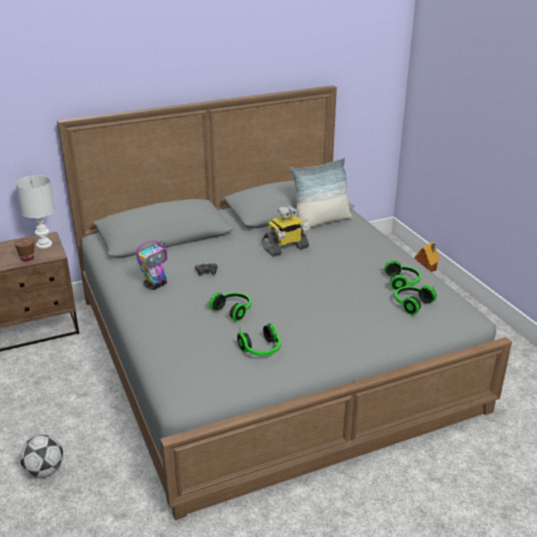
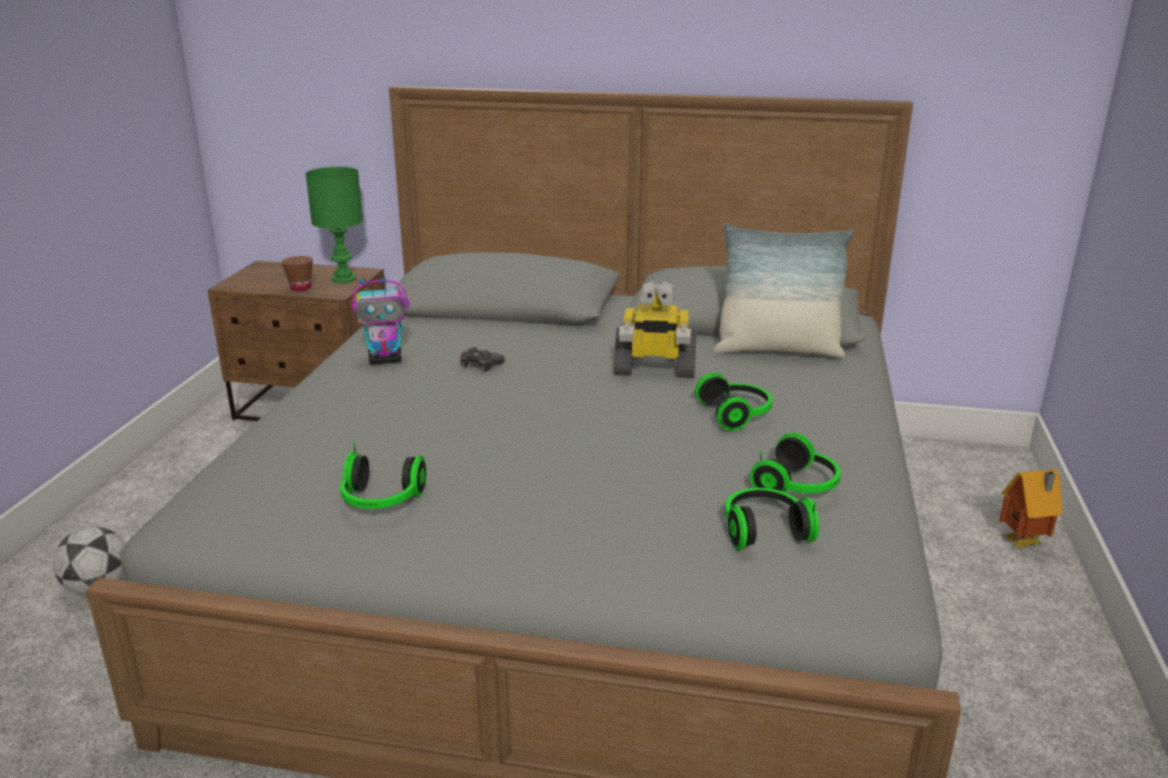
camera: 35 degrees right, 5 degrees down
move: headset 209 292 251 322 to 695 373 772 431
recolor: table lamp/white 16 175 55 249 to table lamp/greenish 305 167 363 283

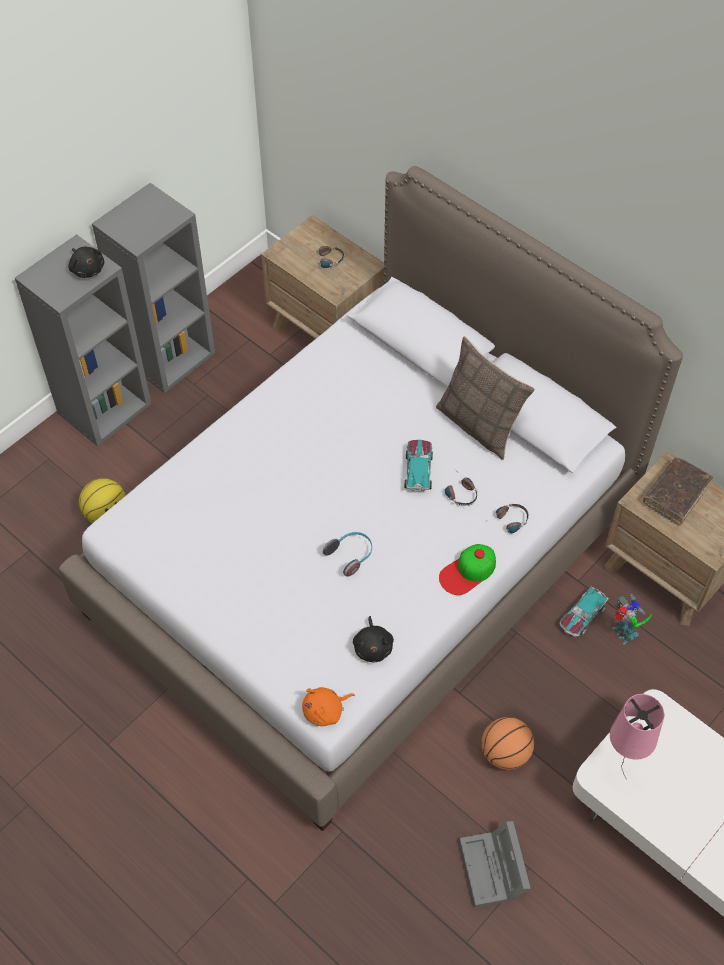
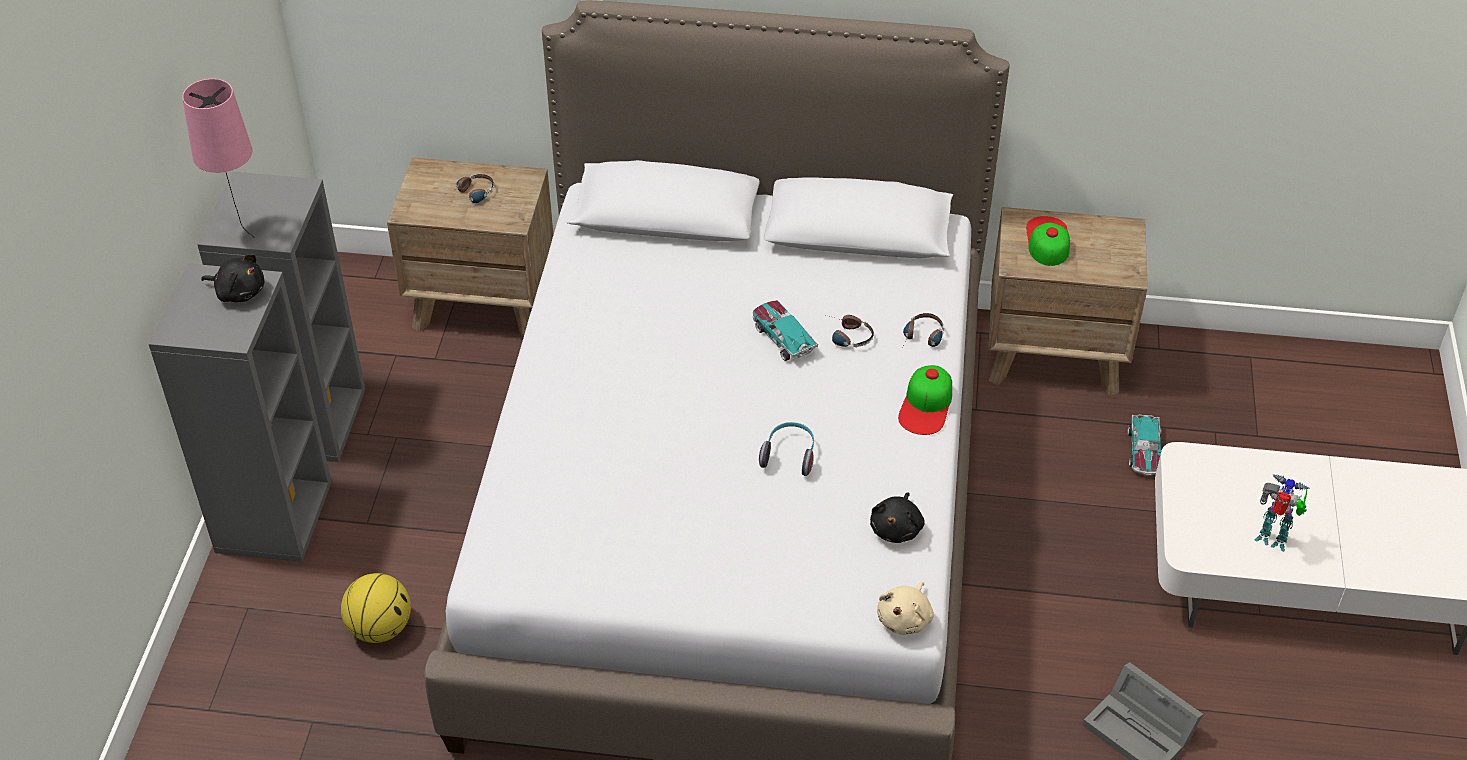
camera: 35 degrees left, 10 degrees down
delete: pillow 436 336 535 460; basketball 481 717 534 770
move: miniature car 559 586 609 636 to 1128 415 1162 476; table lamp/pinkish 610 694 664 778 to 182 79 255 238; toy robot 613 594 652 645 to 1254 474 1310 552
replace: bound book/brown-coloured 643 457 713 525 to cap 1026 216 1070 266
recolor: plush toy/orange-coloured 302 687 355 726 to plush toy/beige-coloured 877 582 934 635
rotate: plush toy/blackish 353 616 394 663 = 870 492 925 543 60 degrees clockwise

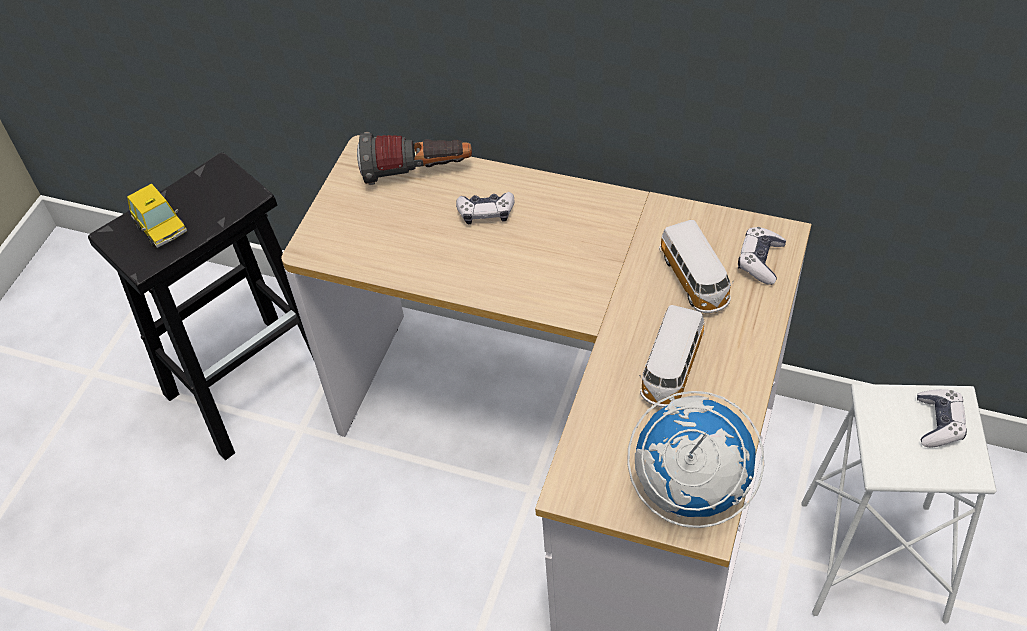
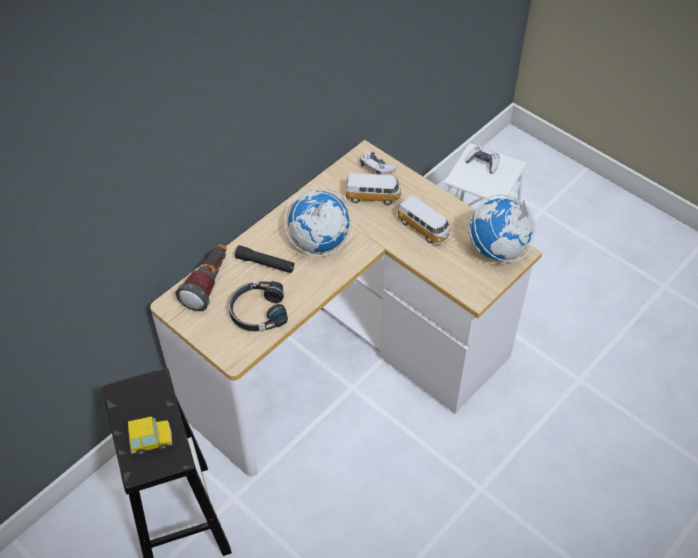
camera: 70 degrees left, 0 degrees up
insert: headset/blackish 229 281 288 331; globe 284 187 354 256
replace: game controller 456 192 515 224 to flashlight/blackish 235 245 294 273

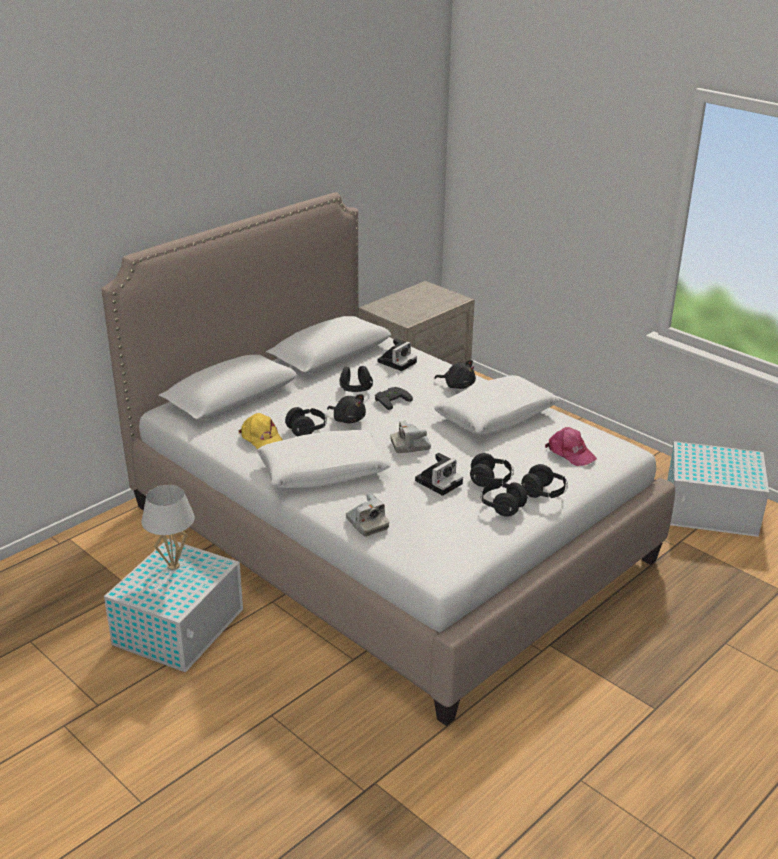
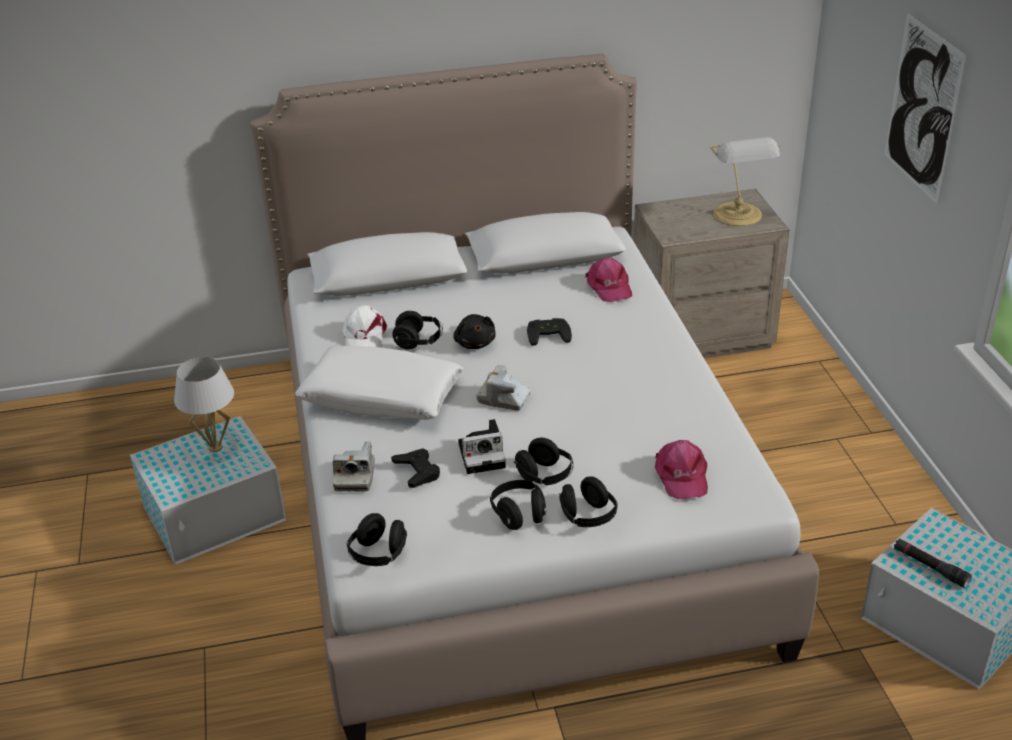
camera: 35 degrees right, 5 degrees up
delete: pillow/white 434 375 559 435; plush toy/blackish 435 360 476 389
insert: game controller/blackish 391 448 440 488; table lamp 710 137 780 226; wall art 884 13 966 204; flashlight/blackish 894 538 972 588
move: headset/blackish 340 366 373 392 to 347 513 407 566
replace: still camera 378 338 417 371 to cap/pinkish 585 257 632 302
recolor: cap/yellowish 238 413 283 449 to cap/white 343 306 387 347

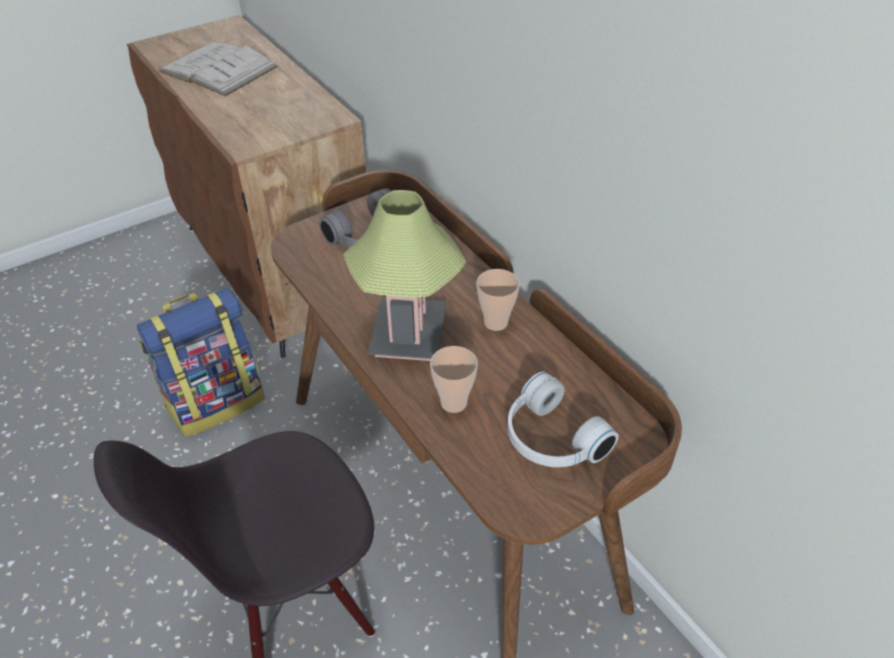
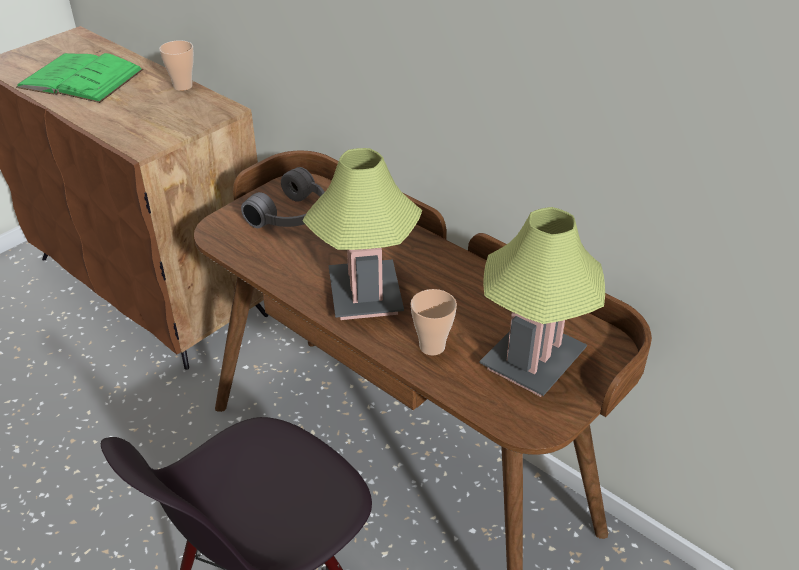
camera: 15 degrees left, 5 degrees down
delete: rucksack 137 288 265 437
move: small cup 476 269 520 331 to 159 40 194 91
replace: headset/white 507 371 619 467 to table lamp 479 207 605 397
recolor: bound book/white 159 42 278 96 to bound book/greenish 16 53 144 103

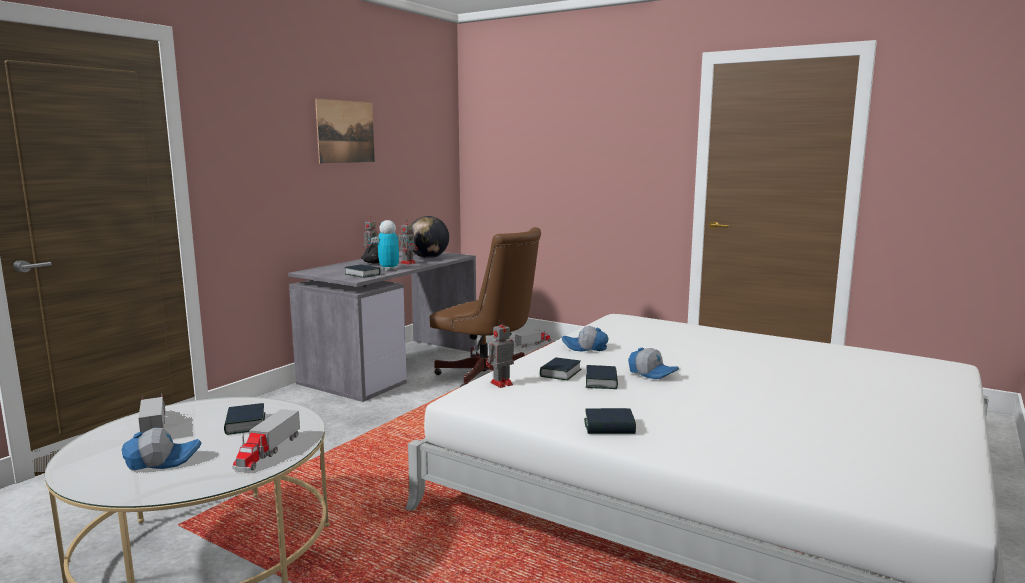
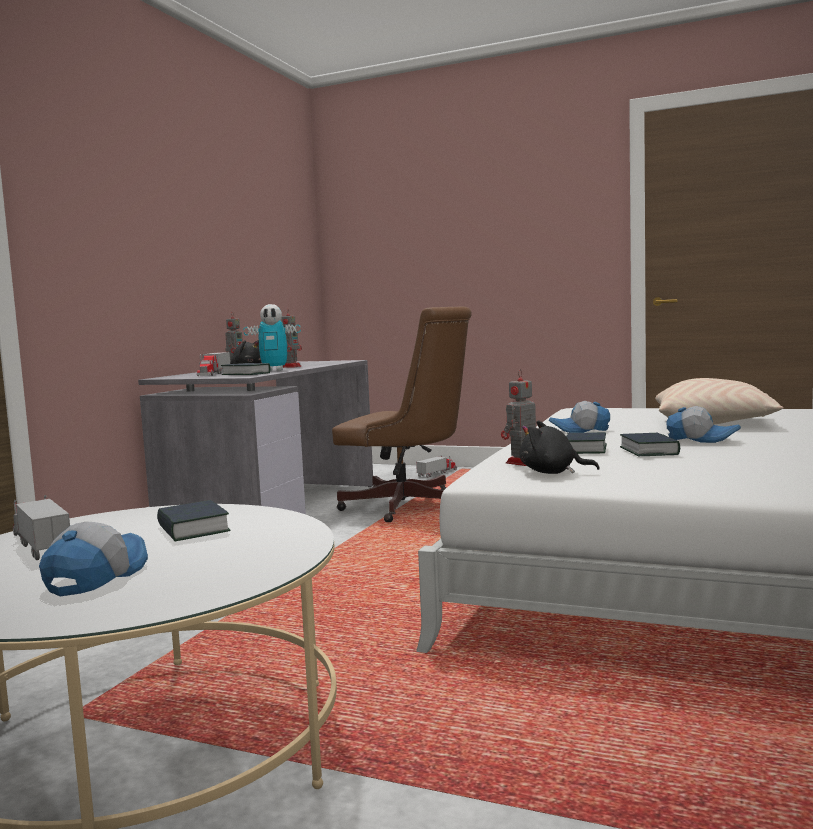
camera: 10 degrees left, 5 degrees down
delete: wall art 315 99 375 164; globe 410 216 449 258; bound book 584 408 636 434
insert: plush toy/blackish 520 421 600 474; pillow/beige-coloured 655 378 784 425
move: model truck 232 409 300 472 to 197 352 230 376
rotate: cap 122 428 202 470 = 39 522 148 596 45 degrees counterclockwise; toy robot 368 220 408 271 = 243 304 301 371 135 degrees counterclockwise

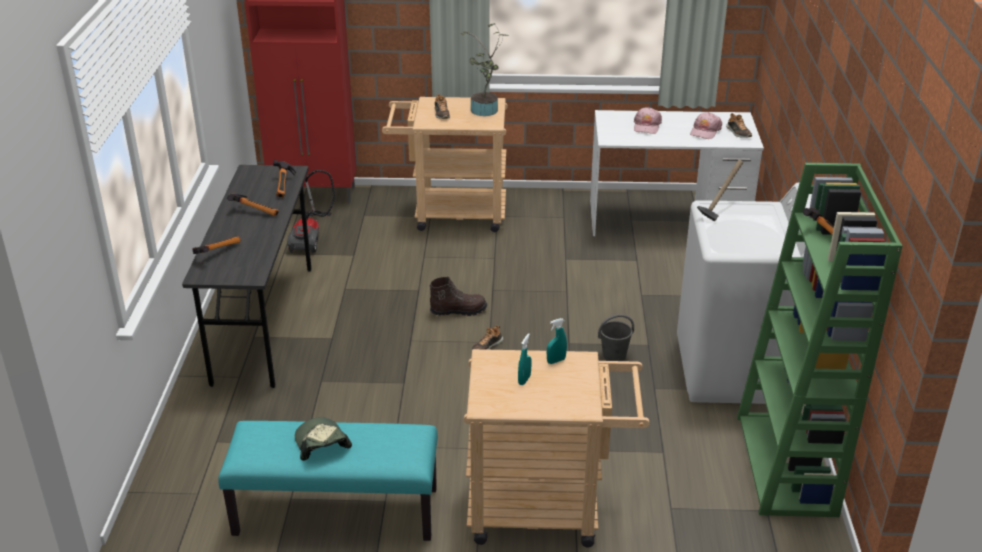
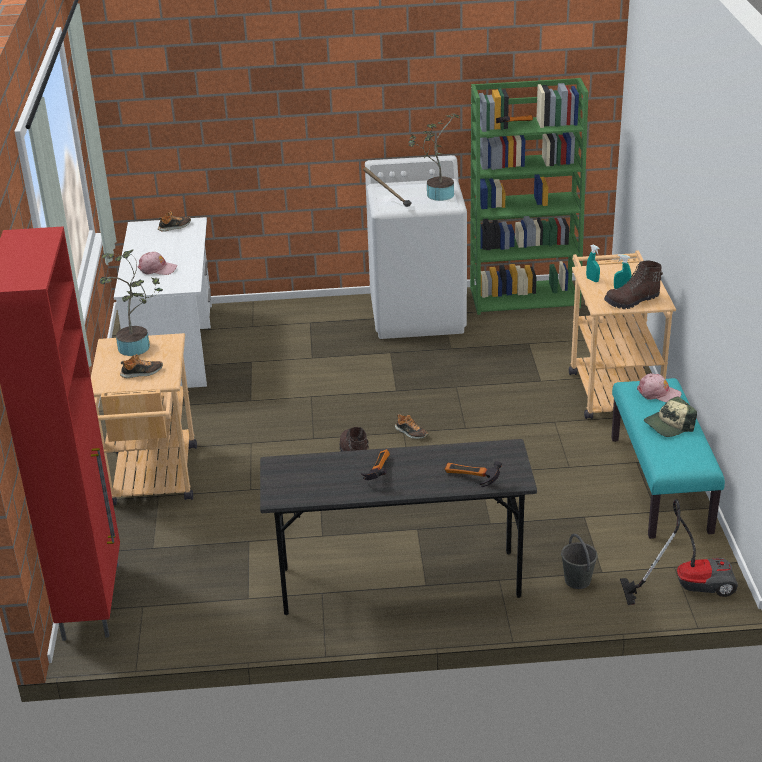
camera: 95 degrees left, 0 degrees up
delete: hammer 273 160 296 198
insert: plant in a pot 408 113 460 201; high-top boot/brown-coloured 604 260 663 309
move: vacuum cleaner 287 170 335 253 to 620 499 738 605; pail/gray 598 314 634 361 to 561 534 598 589; cap/pinkish 690 112 722 139 to 637 373 681 402

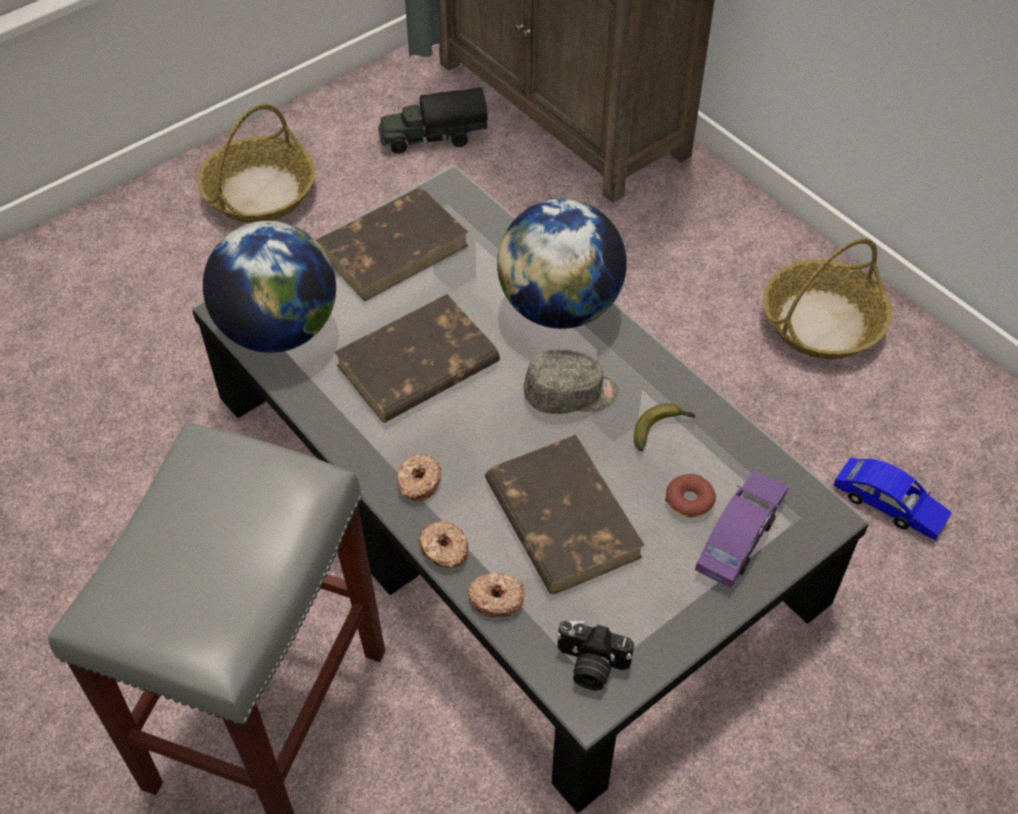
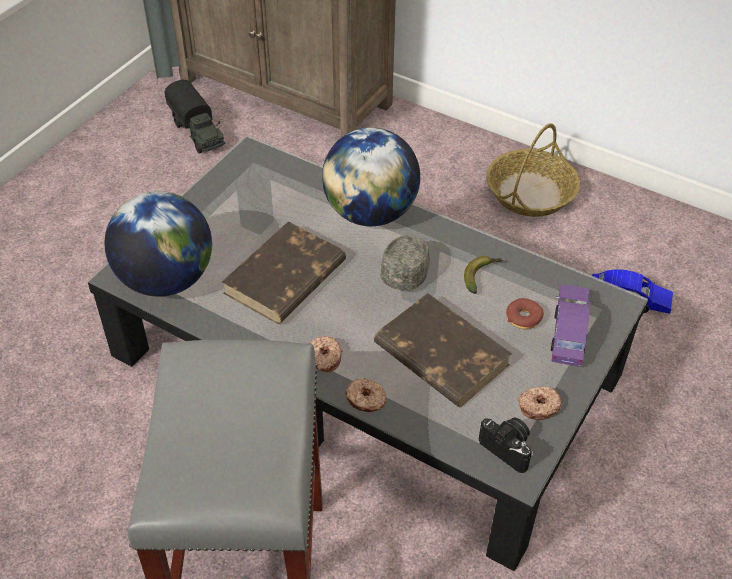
camera: 20 degrees left, 5 degrees down
delete: storage basket 197 104 315 223; bound book/brown-coloured 316 187 469 302
move: ring doughnut 467 573 524 617 to 518 386 562 420
rotate: model truck 378 87 488 154 = 165 80 225 154 90 degrees counterclockwise; cap/gray 524 349 619 414 = 380 235 430 291 45 degrees counterclockwise; still camera 556 620 634 690 = 479 418 533 473 135 degrees counterclockwise

